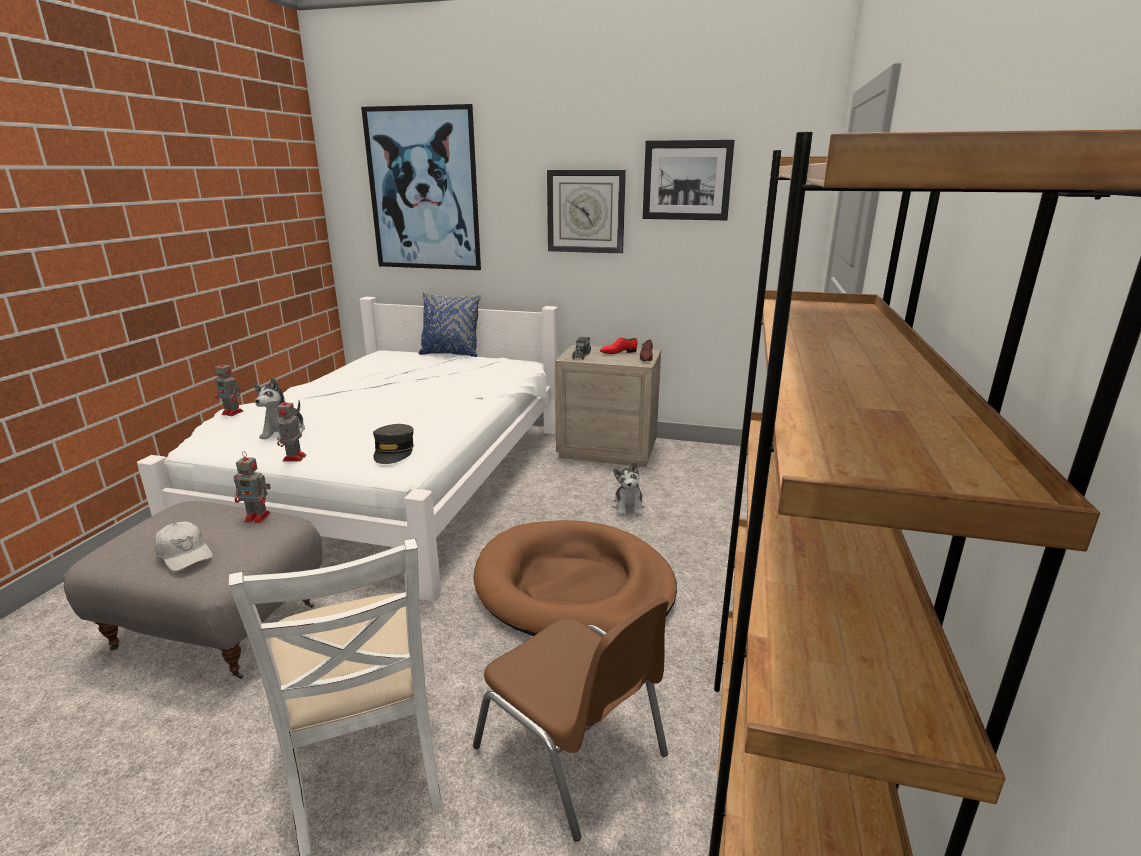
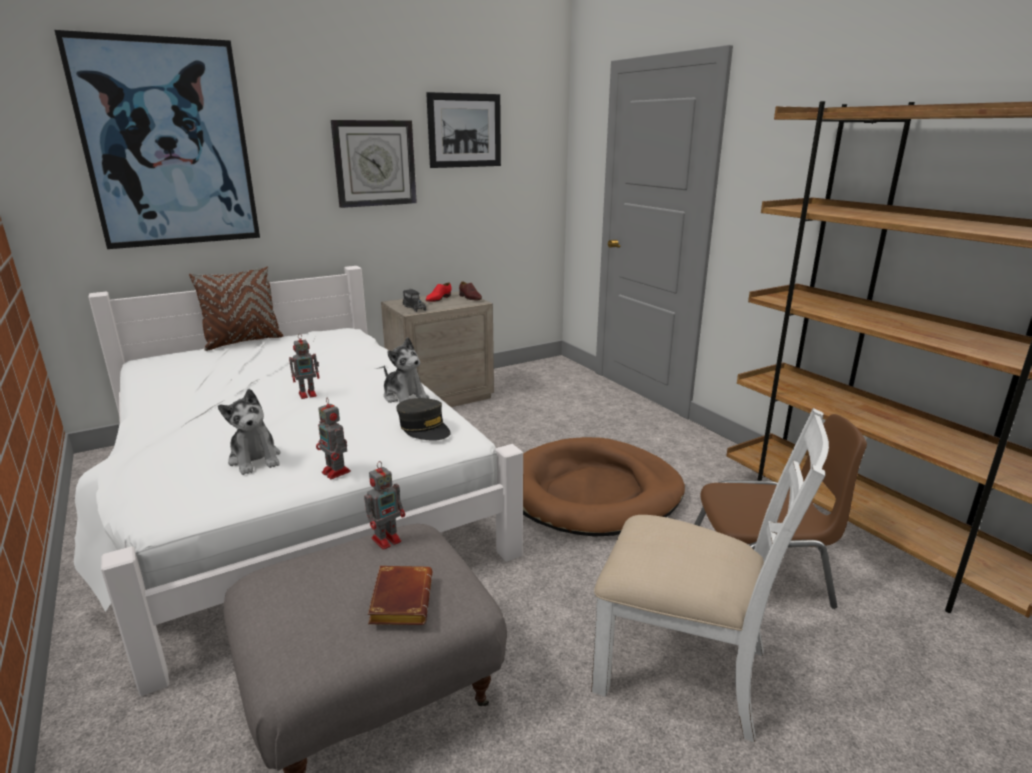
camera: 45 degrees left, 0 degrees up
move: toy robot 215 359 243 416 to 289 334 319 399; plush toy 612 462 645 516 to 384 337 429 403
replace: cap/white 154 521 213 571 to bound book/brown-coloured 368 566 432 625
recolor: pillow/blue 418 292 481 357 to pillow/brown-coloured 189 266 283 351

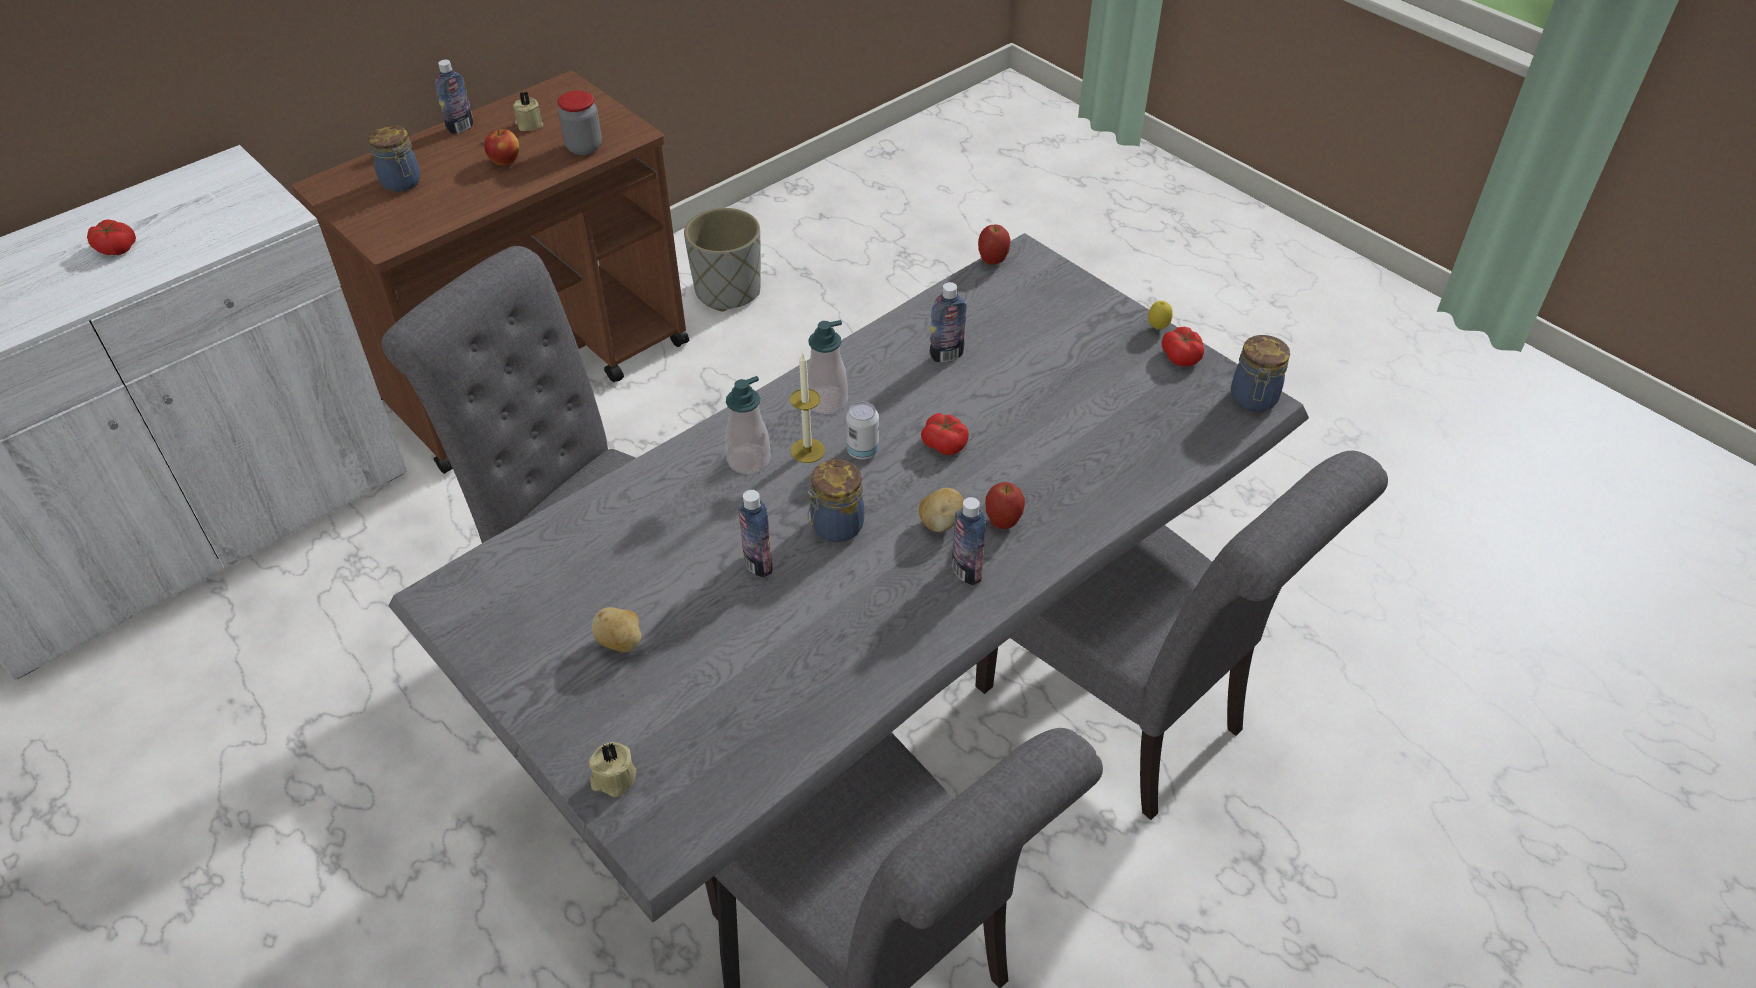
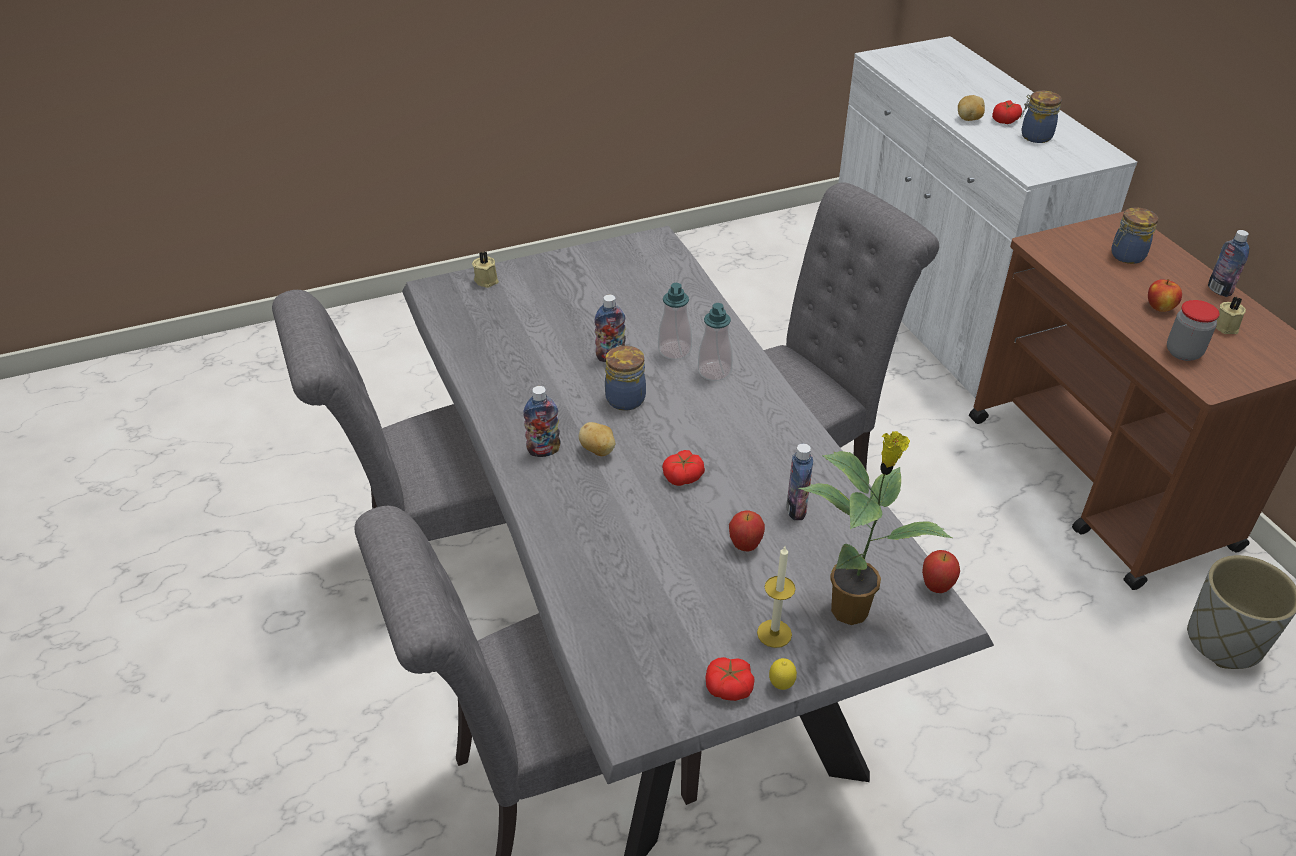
camera: 110 degrees right, 5 degrees down
delete: can 846 402 879 459
insert: plant in a pot 798 431 952 625
move: whole potato 592 607 642 653 to 958 95 985 121; wax candle 790 352 825 463 to 757 546 796 648; soap bottle 807 320 848 414 to 658 283 692 360; apple fruit 986 482 1025 529 to 729 511 765 551; jar 1231 335 1290 412 to 1020 91 1062 143

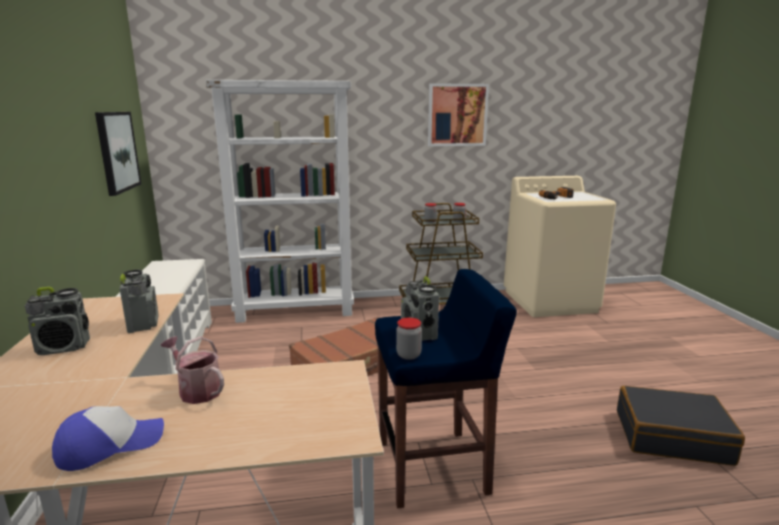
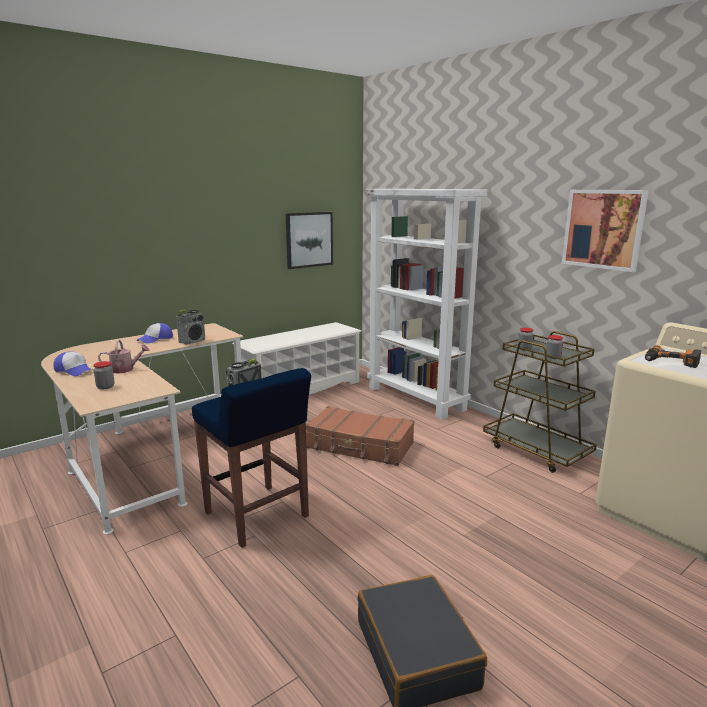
camera: 60 degrees right, 0 degrees up
move: jar 396 318 422 360 to 93 361 115 389
replace: radio set 25 287 90 355 to cap 137 323 173 344
rotate: watering can 161 336 224 404 = 98 339 150 373 75 degrees clockwise

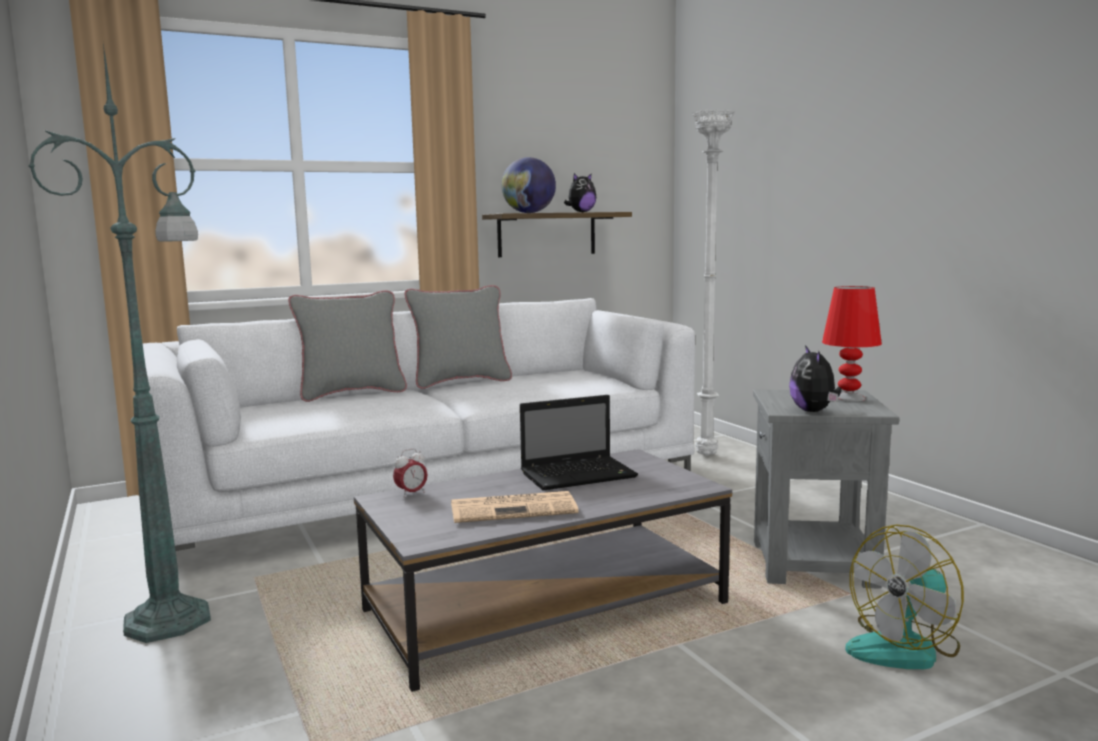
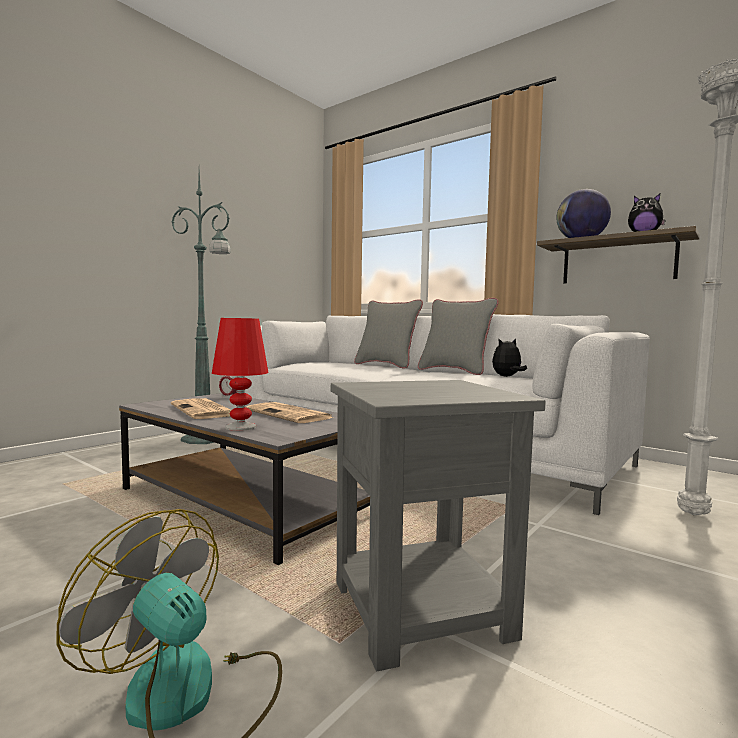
camera: 65 degrees right, 5 degrees down
move: plush toy 789 345 841 412 to 492 338 527 377; table lamp/red 822 286 882 402 to 212 318 268 431
replace: laptop 520 395 638 490 to daily paper 246 402 333 423

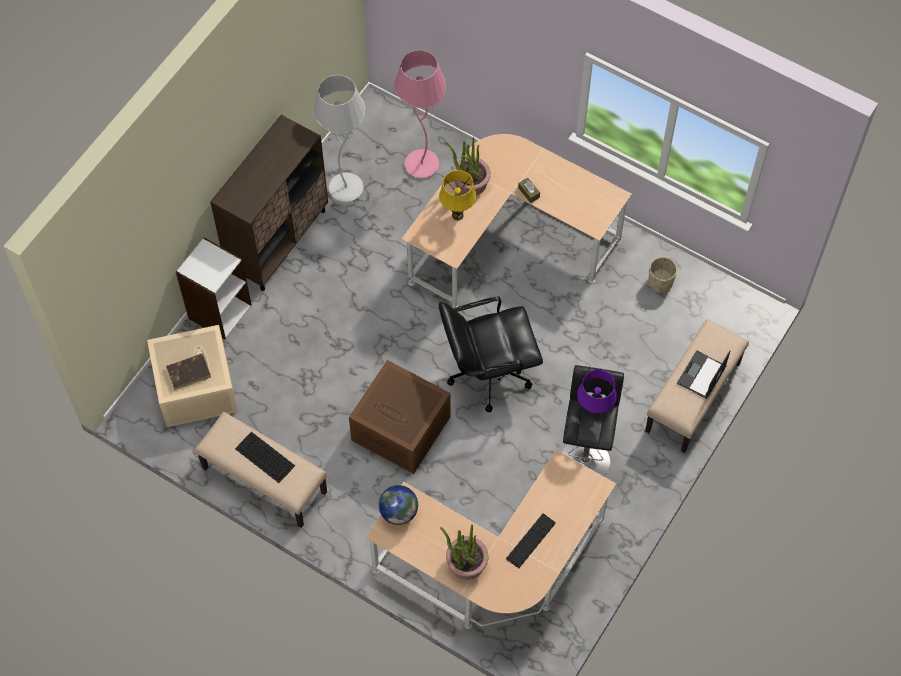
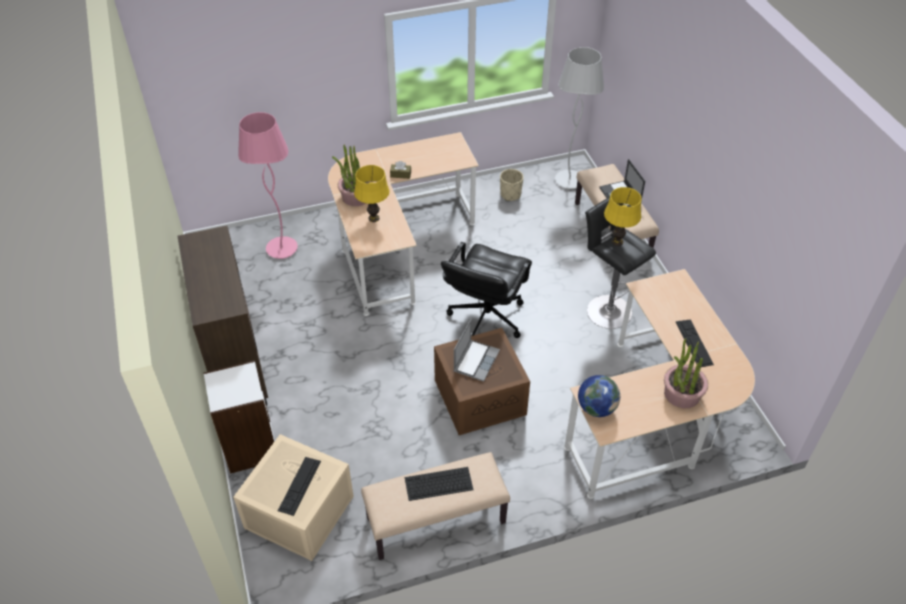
camera: 50 degrees left, 15 degrees down
insert: laptop 454 319 500 382
move: floor lamp/white 312 75 365 202 to 555 47 604 189
replace: bound book/brown-coloured 166 353 211 390 to PC keyboard 278 457 321 516
recolor: table lamp/purple-coloured 577 369 617 418 to table lamp/yellowish 604 187 642 246

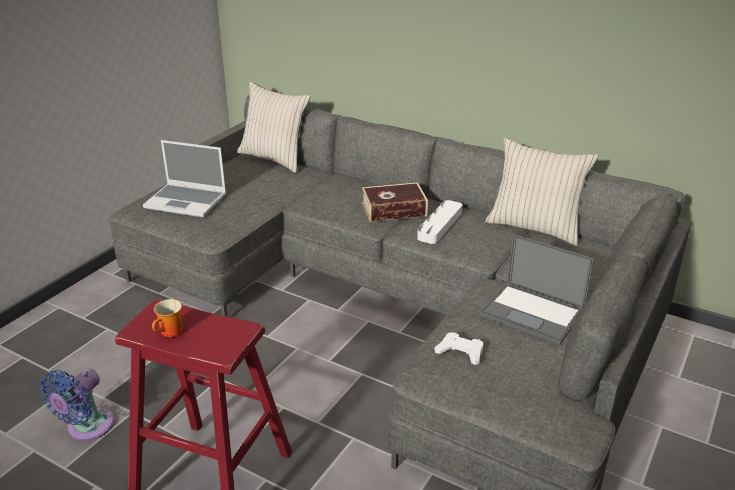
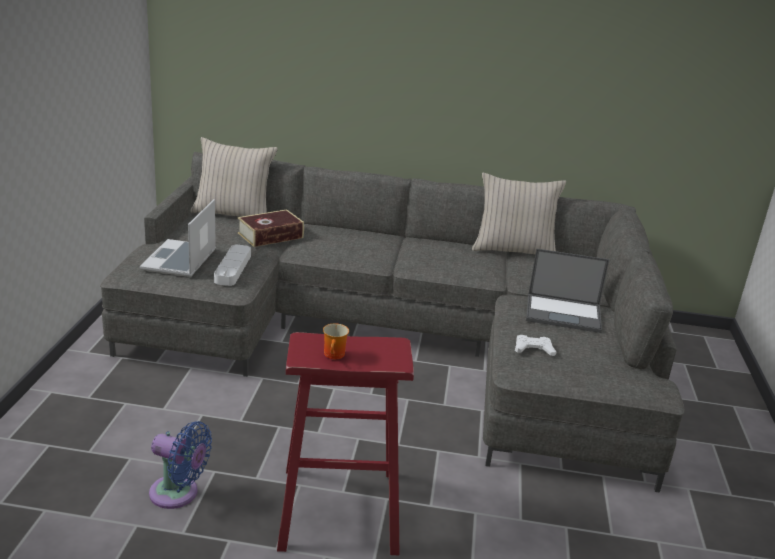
camera: 25 degrees left, 5 degrees down
move: bound book 362 182 428 222 to 238 209 304 247; carrying tray/white 417 200 462 244 to 214 245 251 286
rotate: cooling fan/blue 39 368 115 441 = 149 421 212 509 75 degrees counterclockwise; laptop 143 140 226 217 = 140 199 216 277 105 degrees clockwise

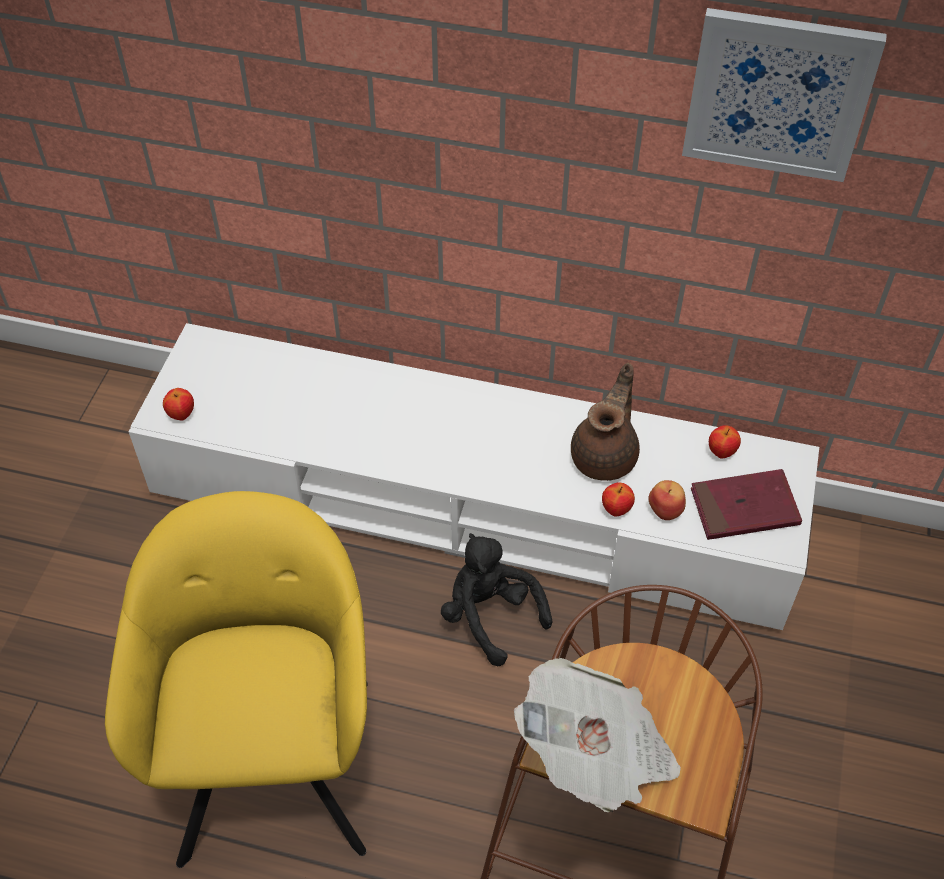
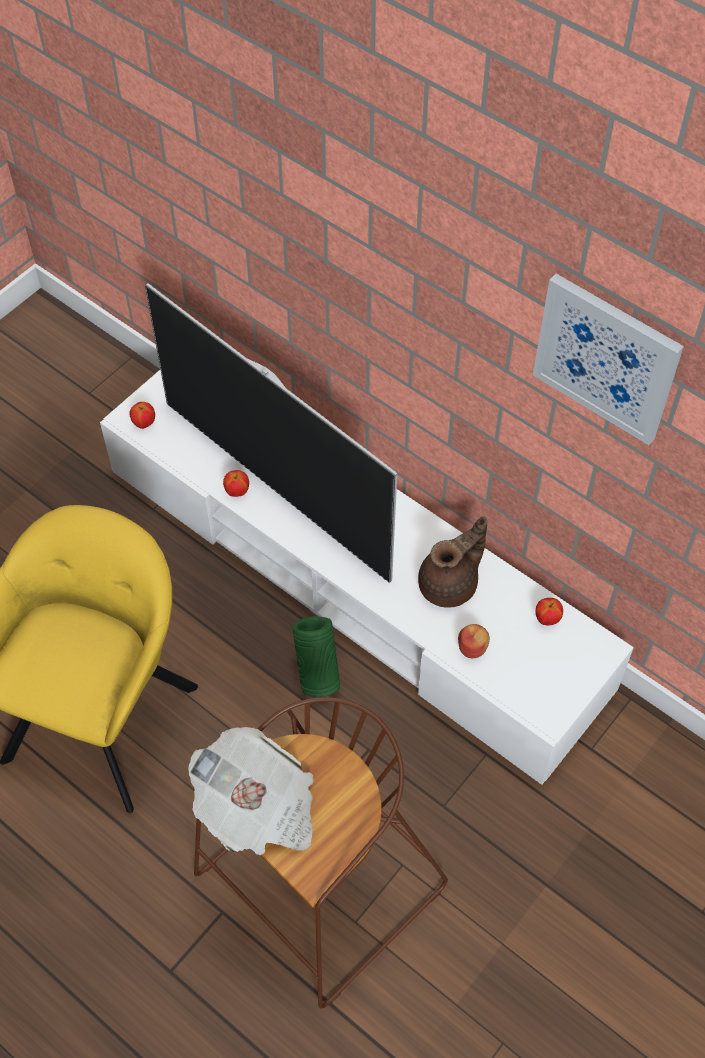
camera: 25 degrees right, 5 degrees up
delete: bound book/red 691 469 802 540
insert: television 145 283 397 583
move: apple fruit 602 482 635 517 to 223 470 249 497
replace: plush toy/blackish 441 533 552 666 to vase/greenish 292 616 340 697

